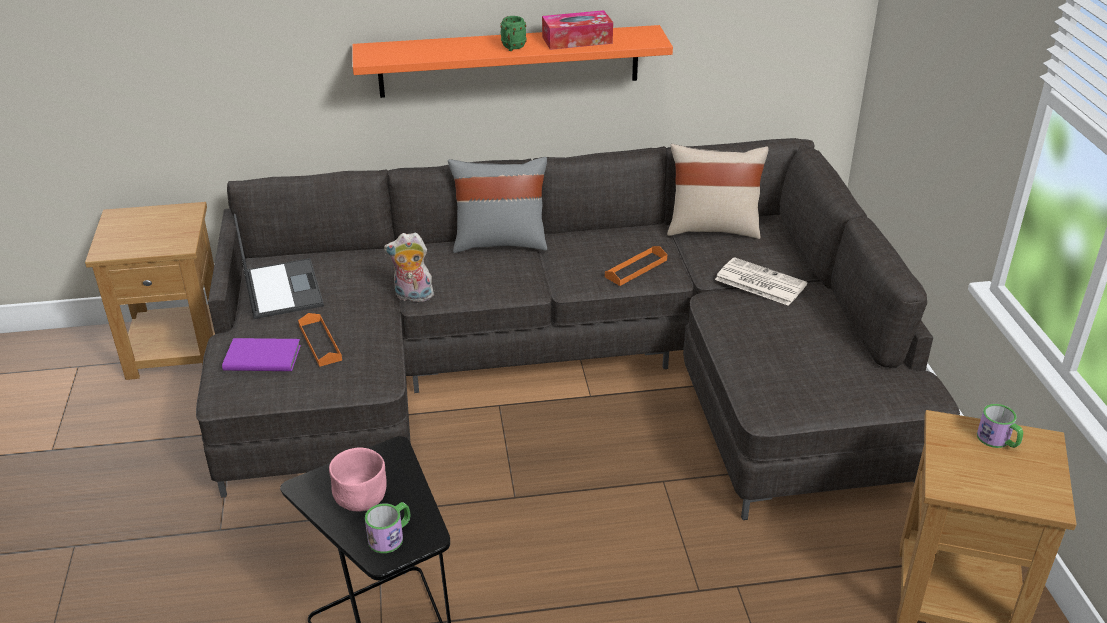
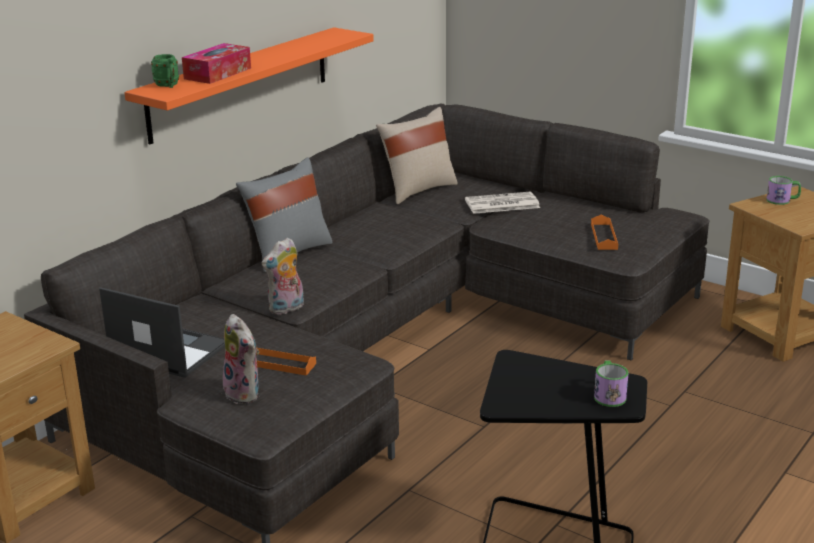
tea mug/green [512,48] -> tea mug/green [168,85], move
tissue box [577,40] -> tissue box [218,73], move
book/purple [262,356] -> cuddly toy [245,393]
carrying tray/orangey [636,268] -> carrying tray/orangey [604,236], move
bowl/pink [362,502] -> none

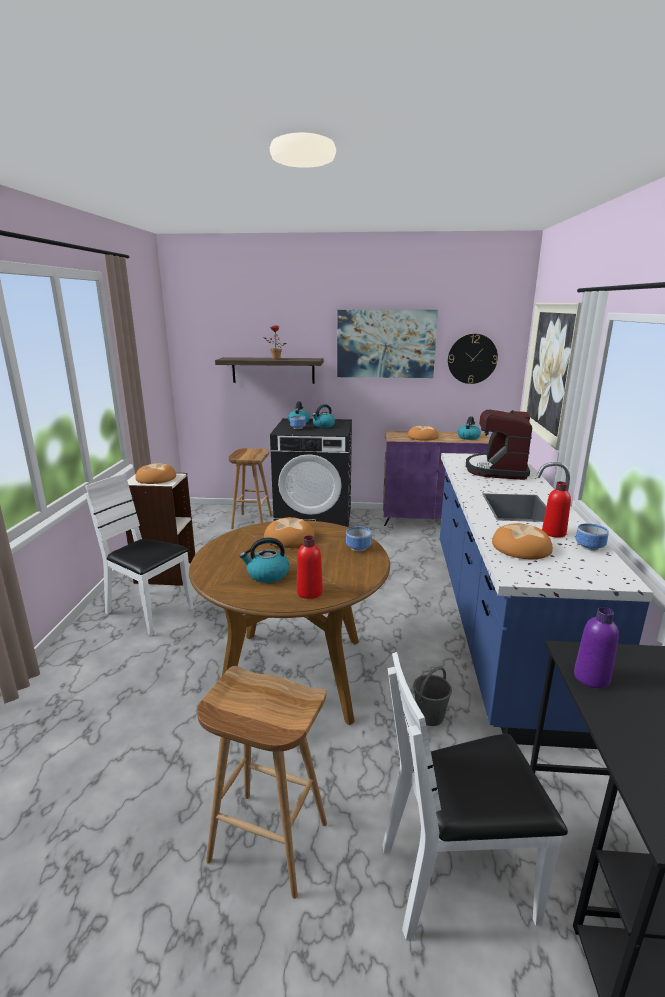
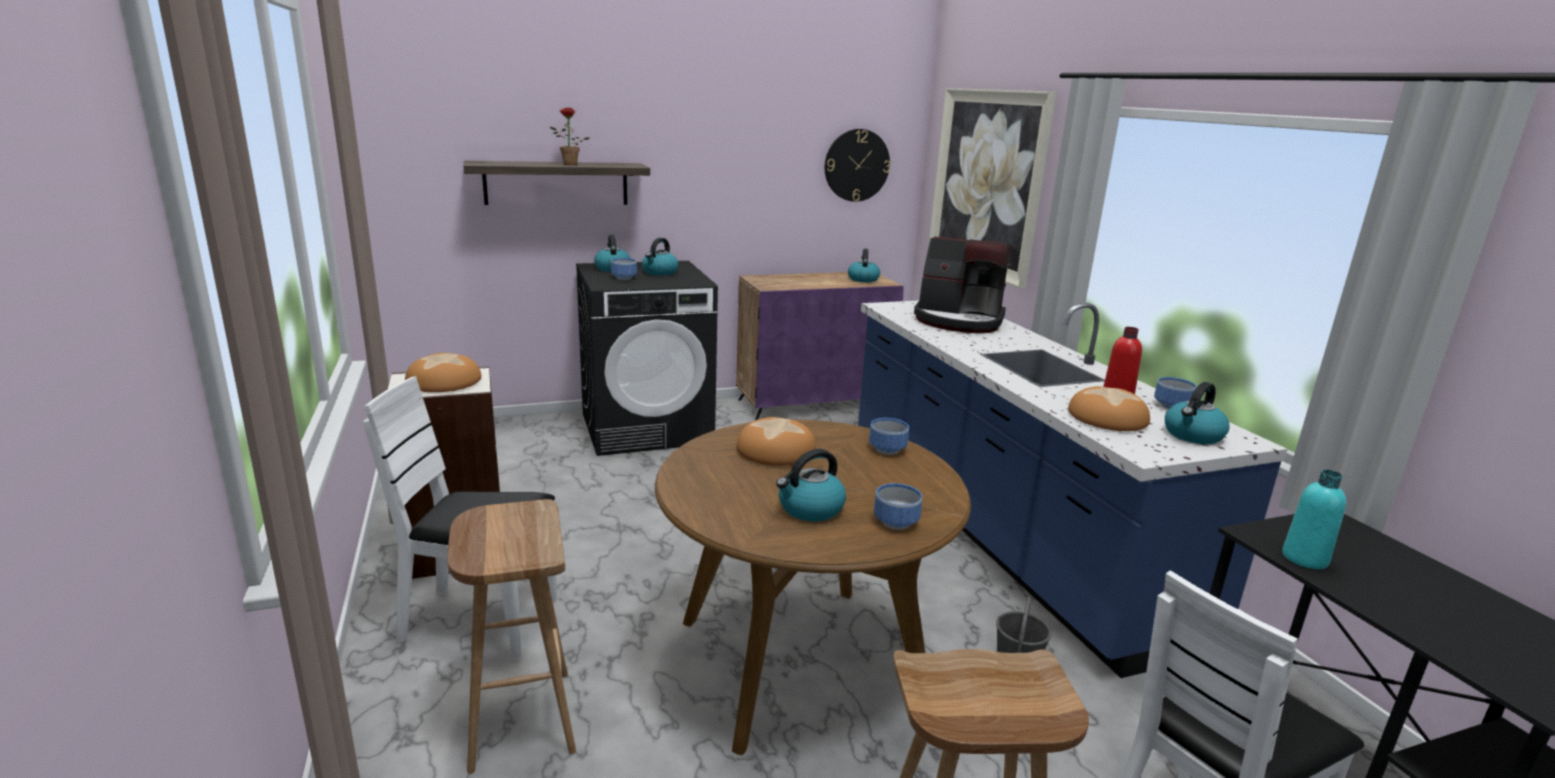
stool/brown [251,522] -> stool/brown [519,718], move
bottle/red [309,592] -> bowl [898,523]
coffee maker [497,470] -> coffee maker [959,321], 60 degrees counterclockwise
none -> water kettle [1193,435]
bottle/purple [591,677] -> bottle/blue-green [1304,558]
wall art [386,344] -> none
bread [422,437] -> none

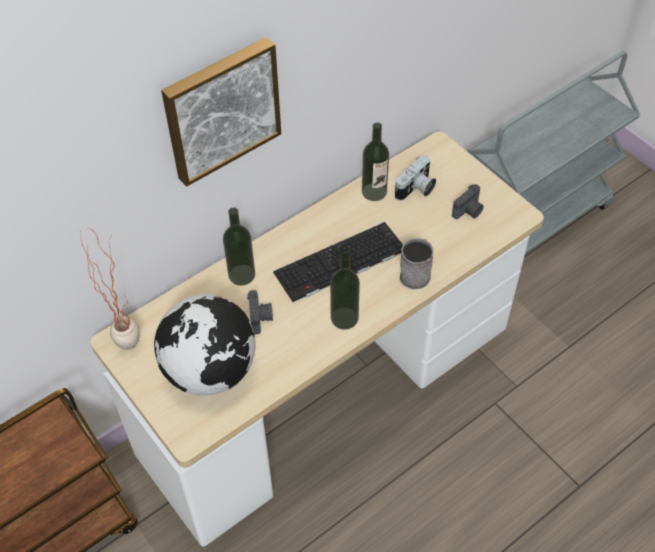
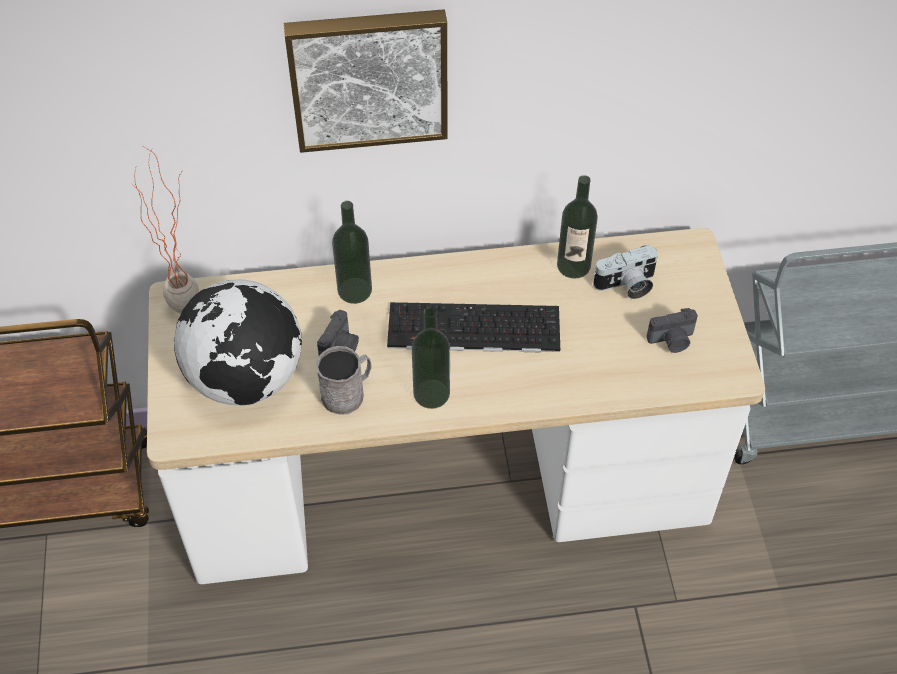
tea mug/greyish [416,273] -> tea mug/greyish [348,393], move

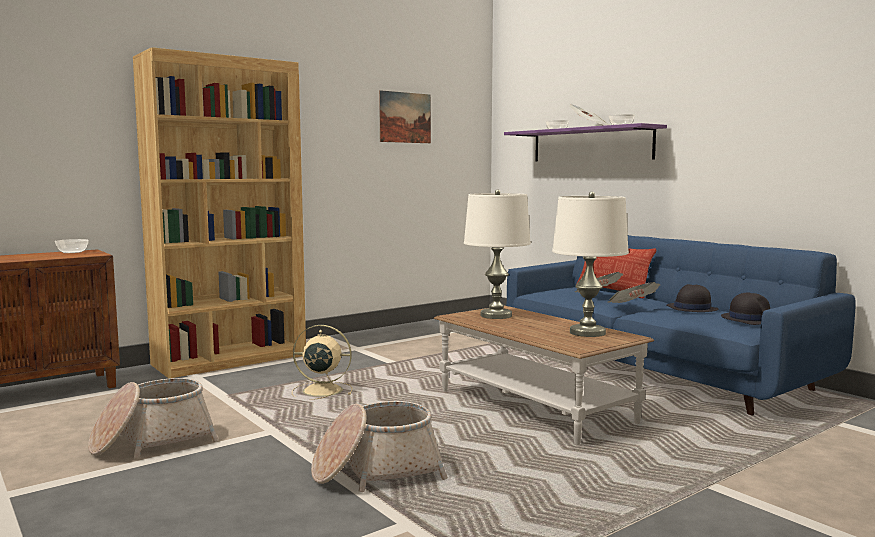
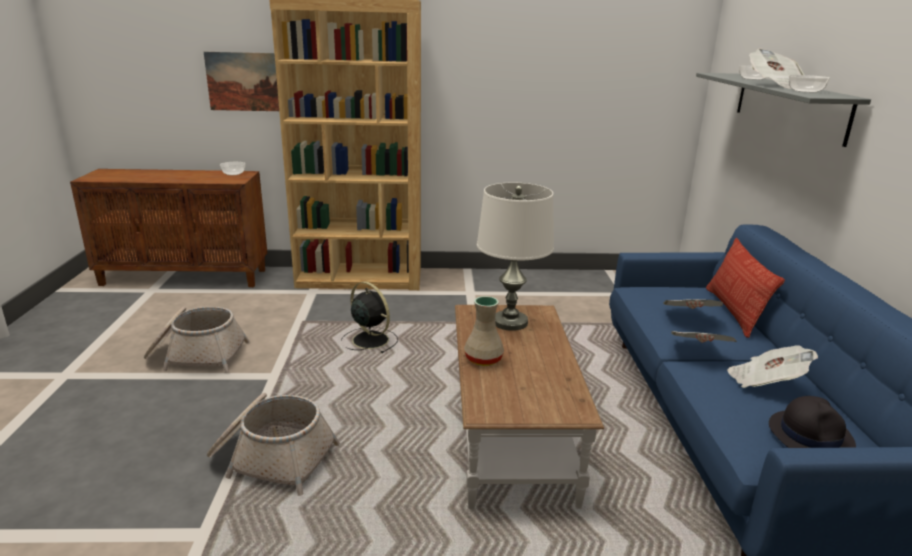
wall art [405,117] -> wall art [243,81], move
cooling fan/beige [320,390] -> cooling fan/blackish [369,339]
none -> decorative vase/beige [484,359]
wall shelf/purple [590,145] -> wall shelf/greyish [788,105]
wearable hat/blackish [691,308] -> printed paper [765,382]
tabletop lamp/white [587,333] -> none

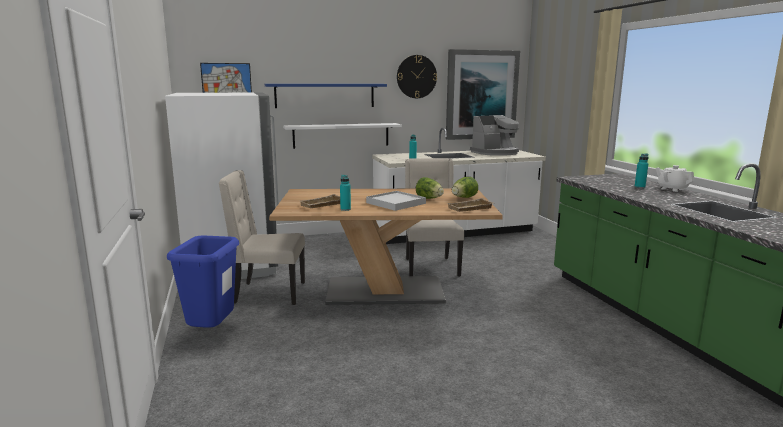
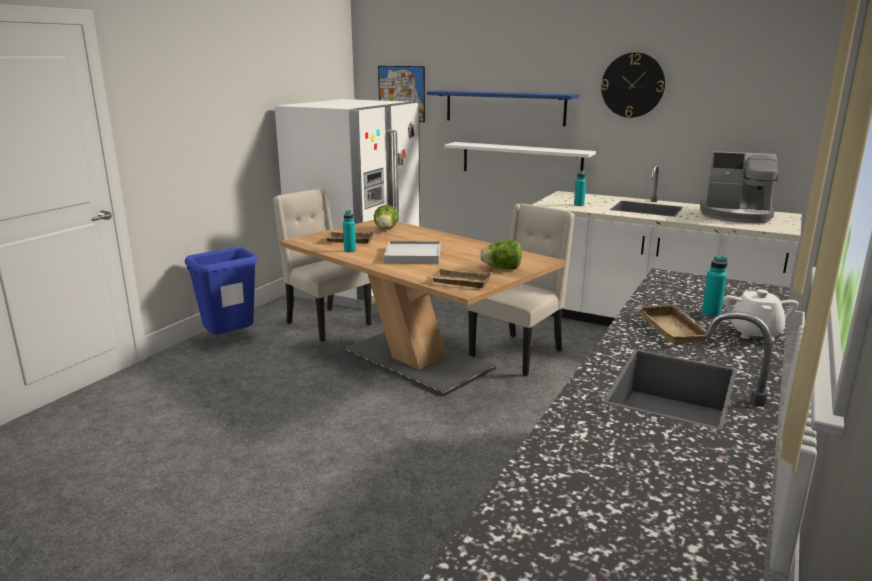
lettuce [429,199] -> lettuce [385,230], move
none -> carrying tray/beige [675,330]
wall art [481,95] -> none

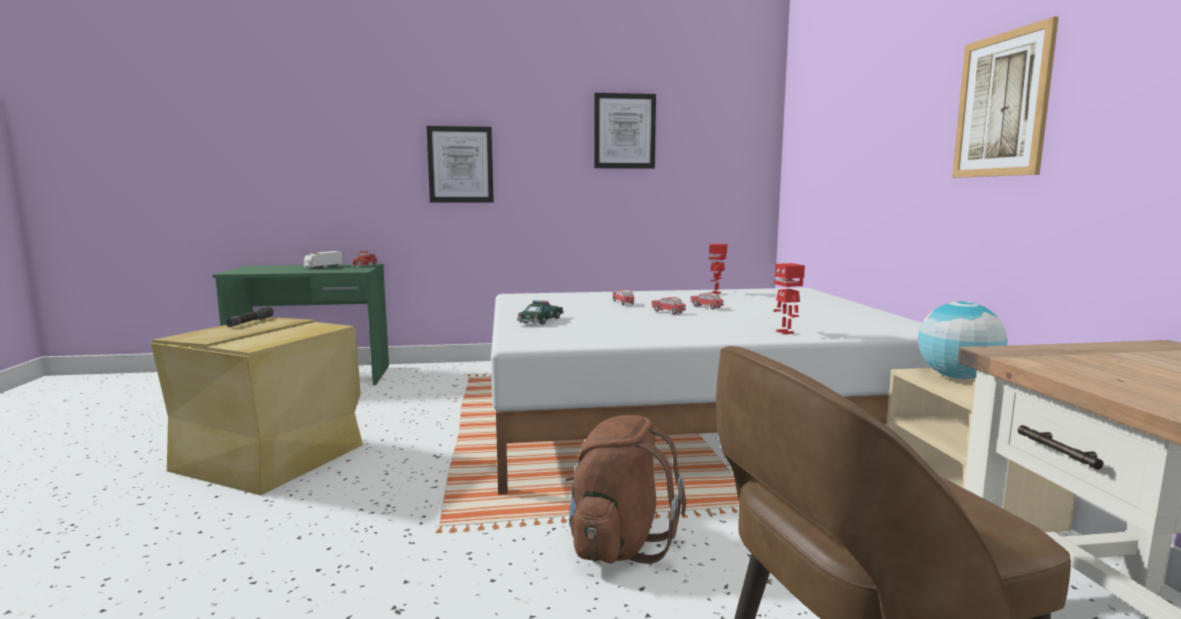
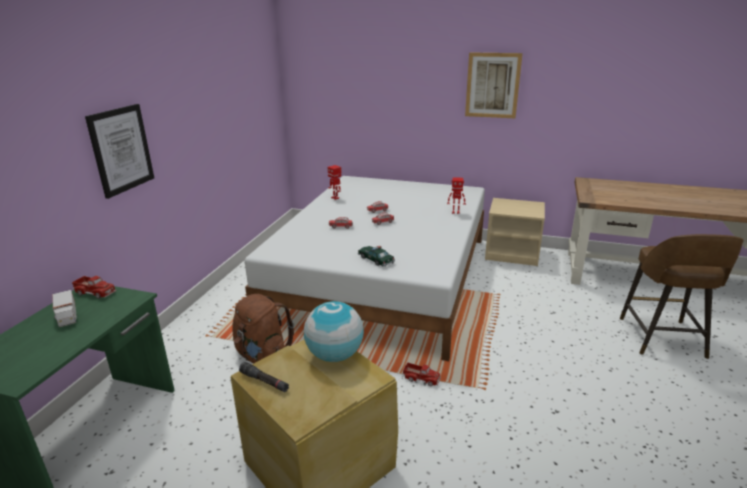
backpack/brown [618,544] -> backpack/brown [262,355], move
world globe [957,377] -> world globe [335,355], move
none -> toy truck [421,378]
wall art [624,131] -> none

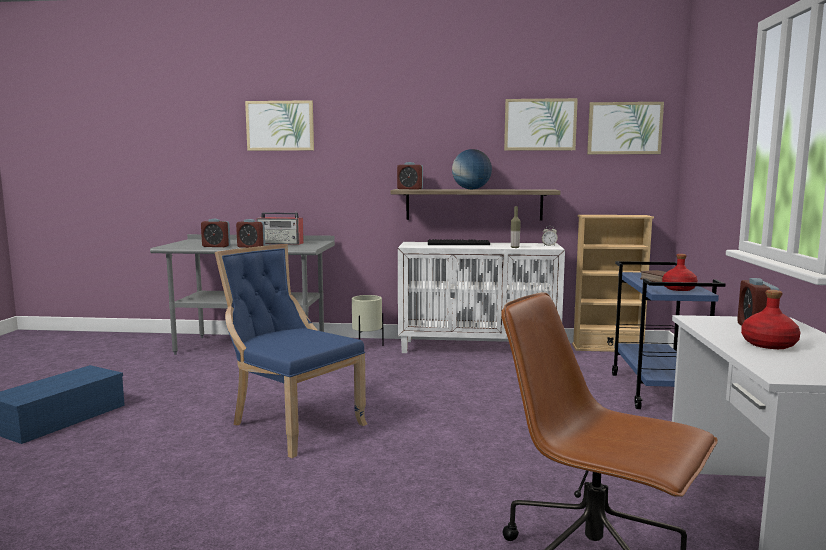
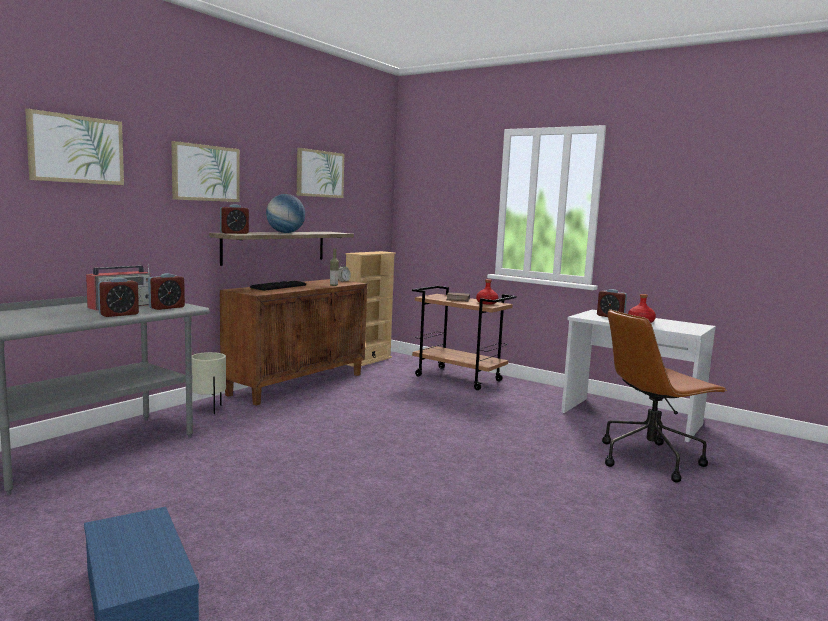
bedside clock [216,246] -> bedside clock [167,307], move
wall art [624,128] -> wall art [205,173], move
cupboard/white [479,348] -> cupboard/brown [297,384]
cart/bluish [657,392] -> cart/brown [459,378]
upright chair/bluish [292,425] -> none

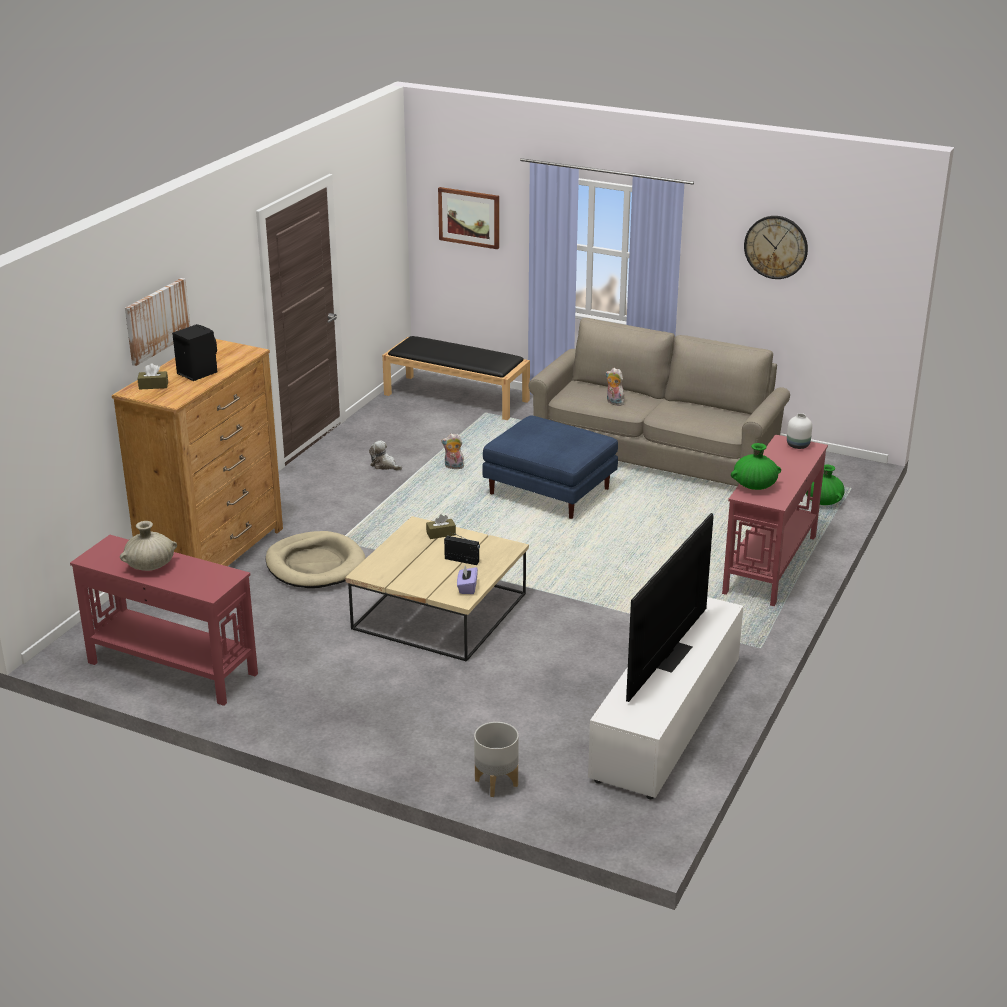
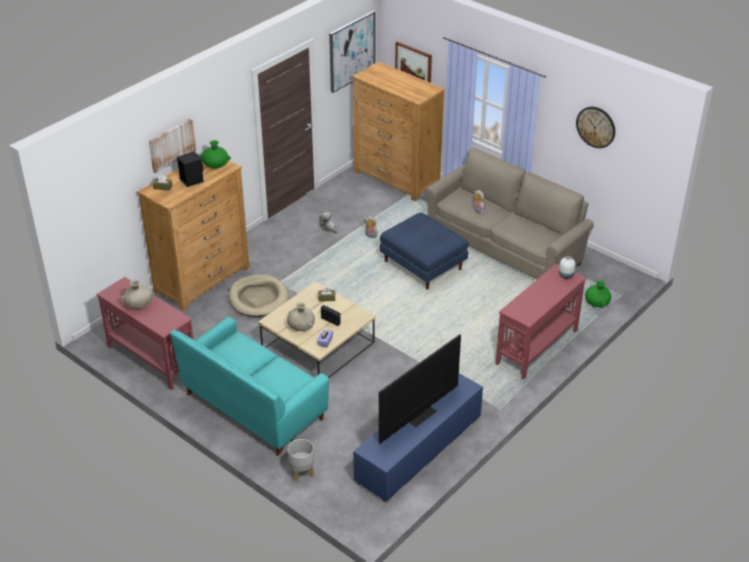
none -> couch/blue-green [254,406]
decorative vase/green [754,486] -> decorative vase/green [215,165], move
none -> decorative vase/beige [301,326]
none -> wall art [351,51]
bench/blackish [457,397] -> chest of drawers/brown [396,178]
media console/white [667,720] -> media console/bluish [418,449]

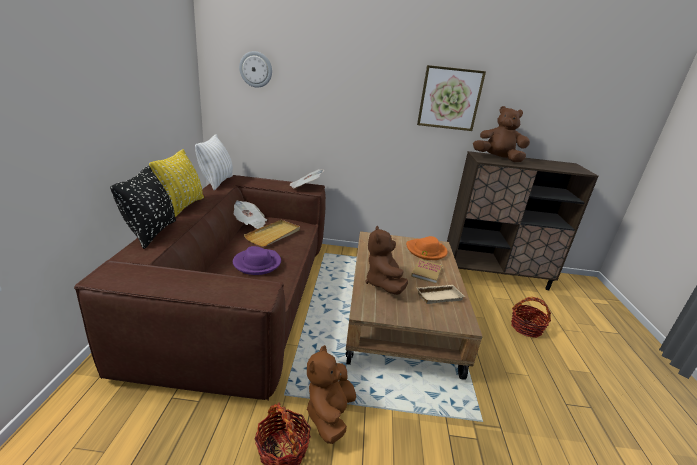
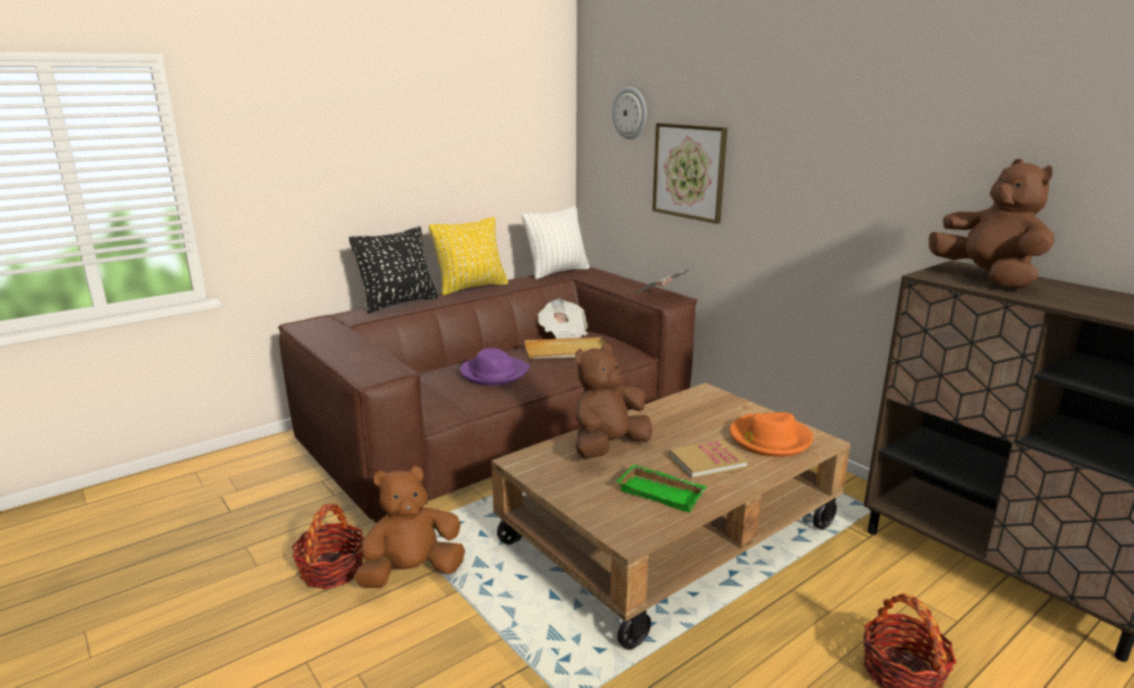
carrying tray/beige [439,296] -> carrying tray/green [662,492]
wall art [449,98] -> wall art [689,171], move

